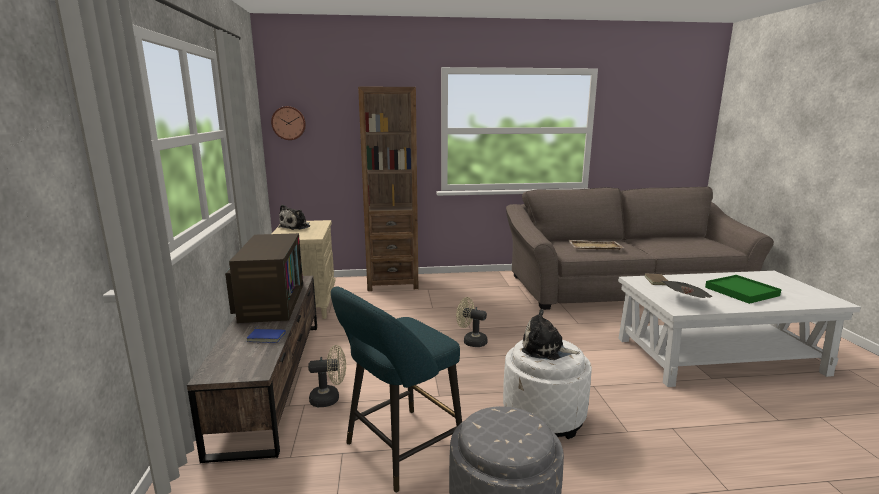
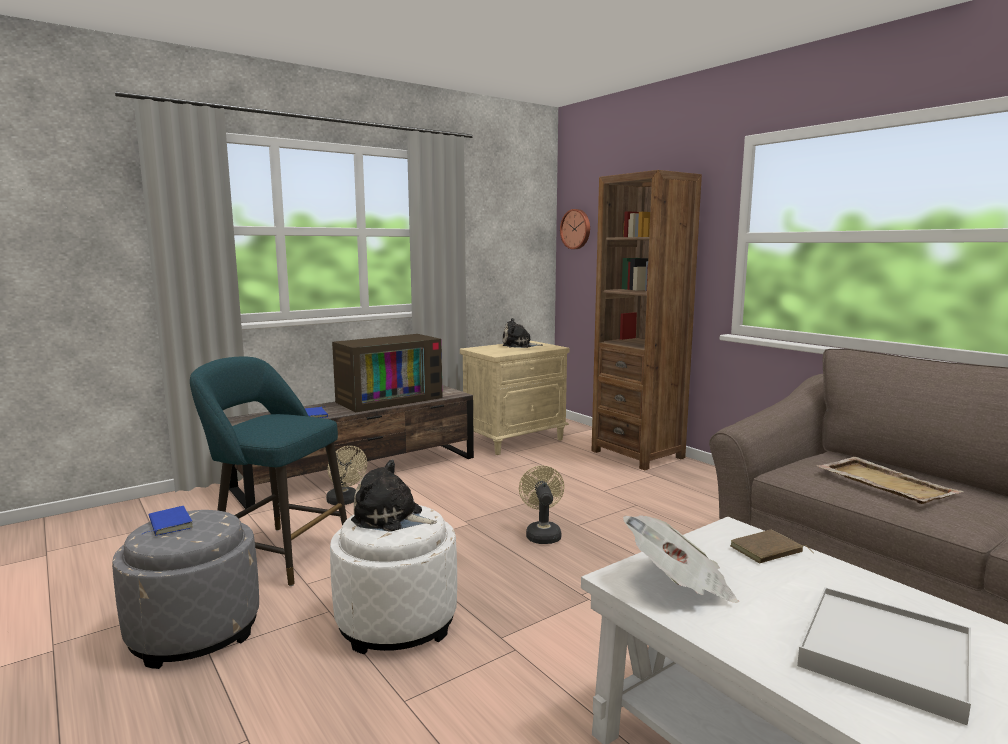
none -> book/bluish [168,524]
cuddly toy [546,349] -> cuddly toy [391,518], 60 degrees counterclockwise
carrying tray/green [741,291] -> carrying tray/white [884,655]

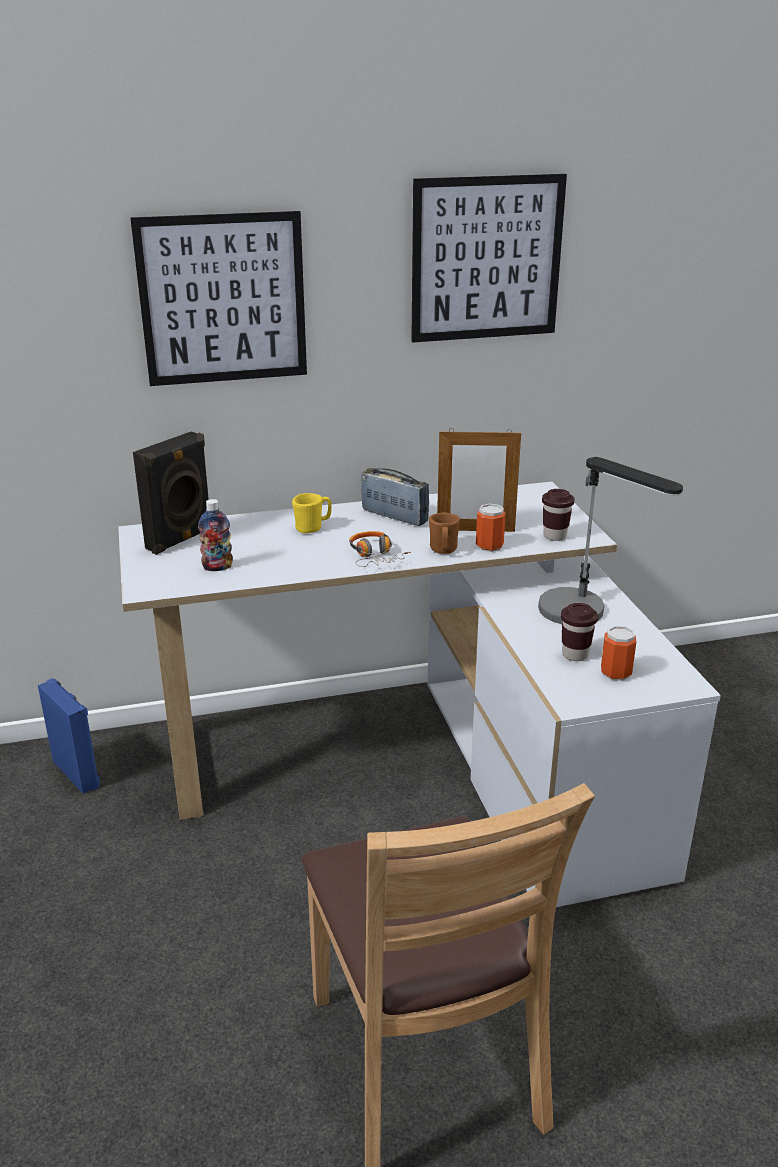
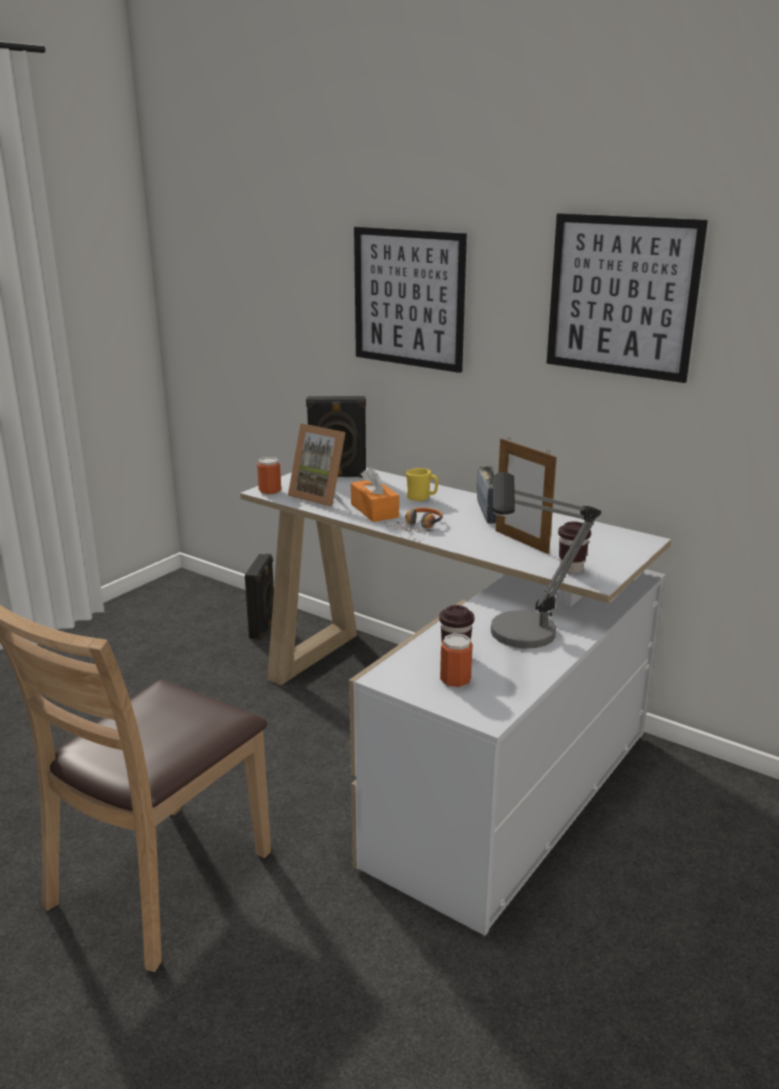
speaker/bluish [77,773] -> speaker/blackish [264,627]
metal can [489,546] -> metal can [270,491], move
bottle [217,567] -> photo frame [321,496]
none -> tissue box/orangey [374,510]
tea mug/brown [443,551] -> none

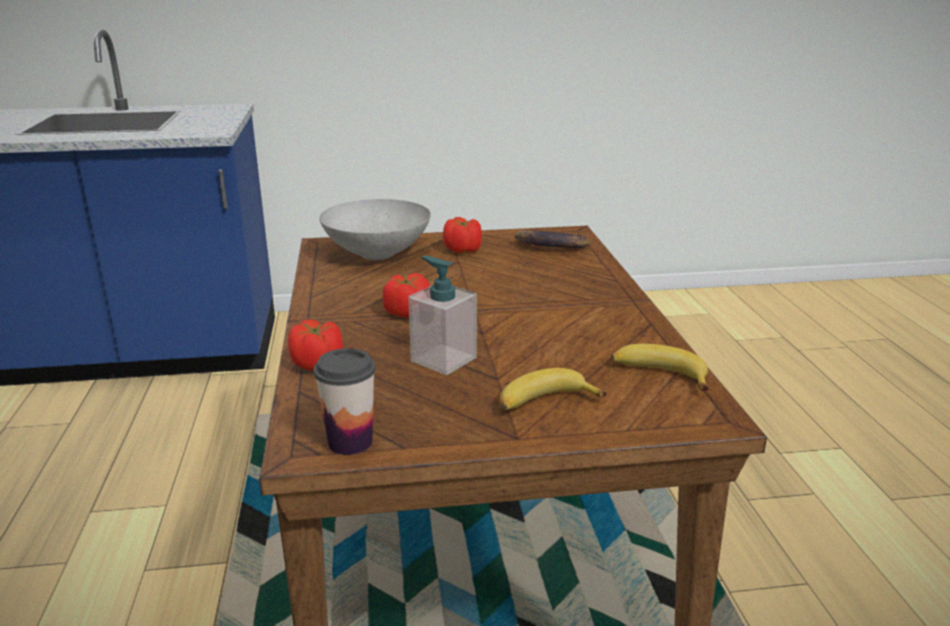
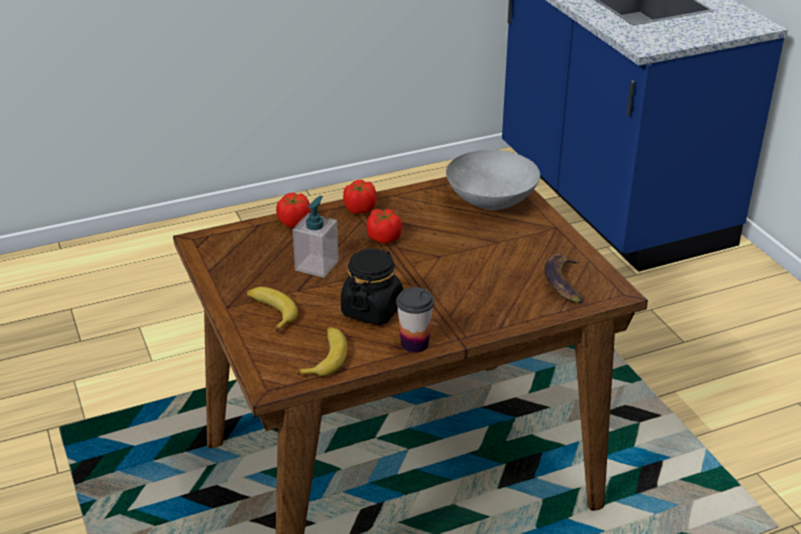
none -> jar/blackish [372,309]
whole tomato [463,250] -> whole tomato [360,209], move
cup [350,442] -> cup [414,344], move

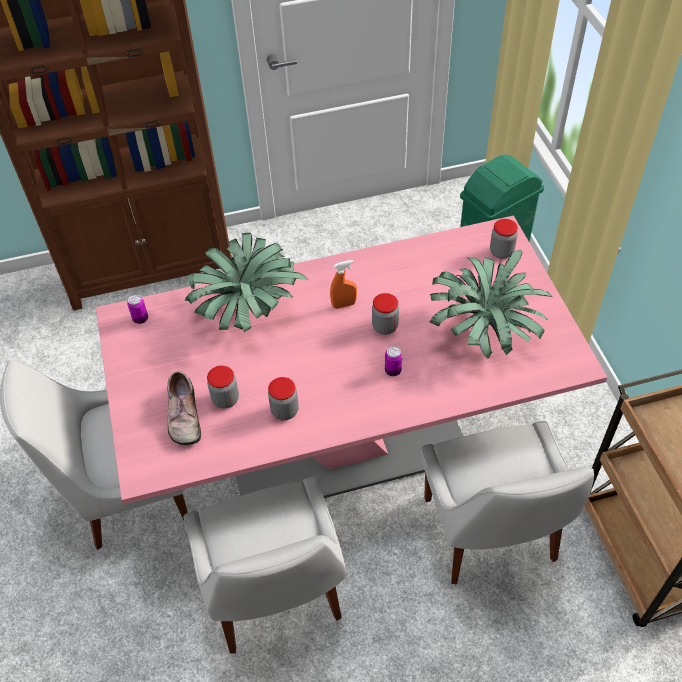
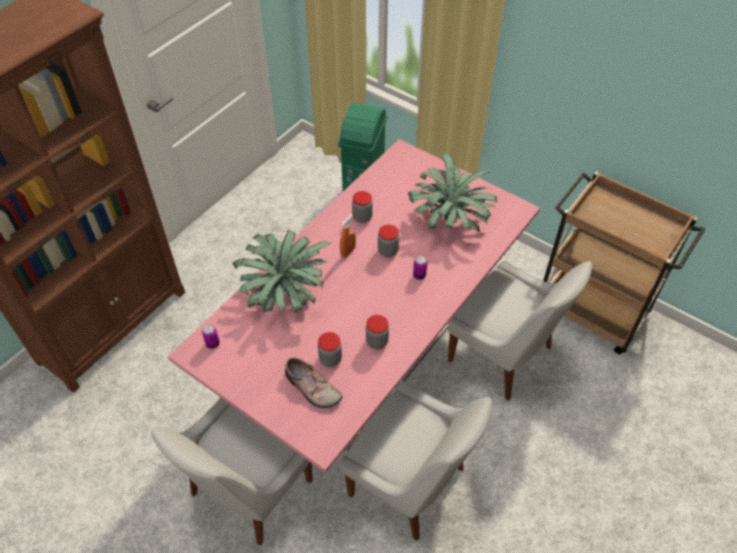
jar [501,252] -> jar [362,217], move

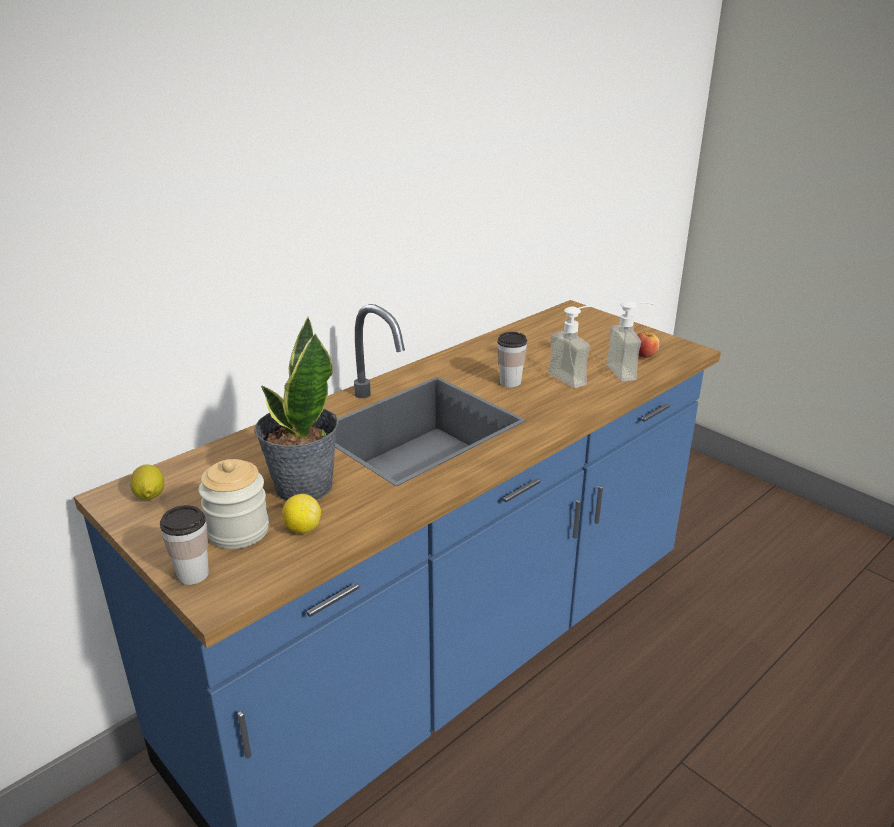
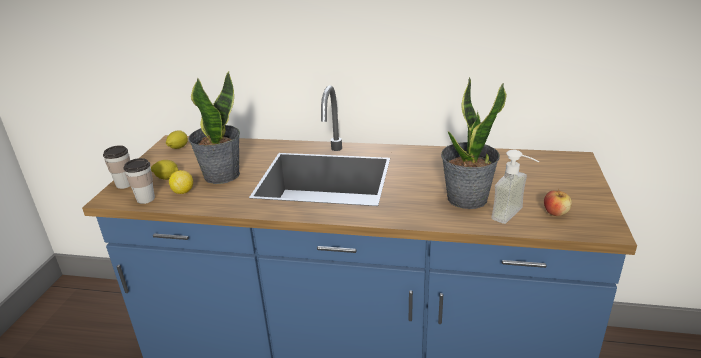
cup [510,382] -> cup [146,199], move
jar [238,531] -> whole lemon [167,178]
soap dispenser [573,377] -> potted plant [466,199]

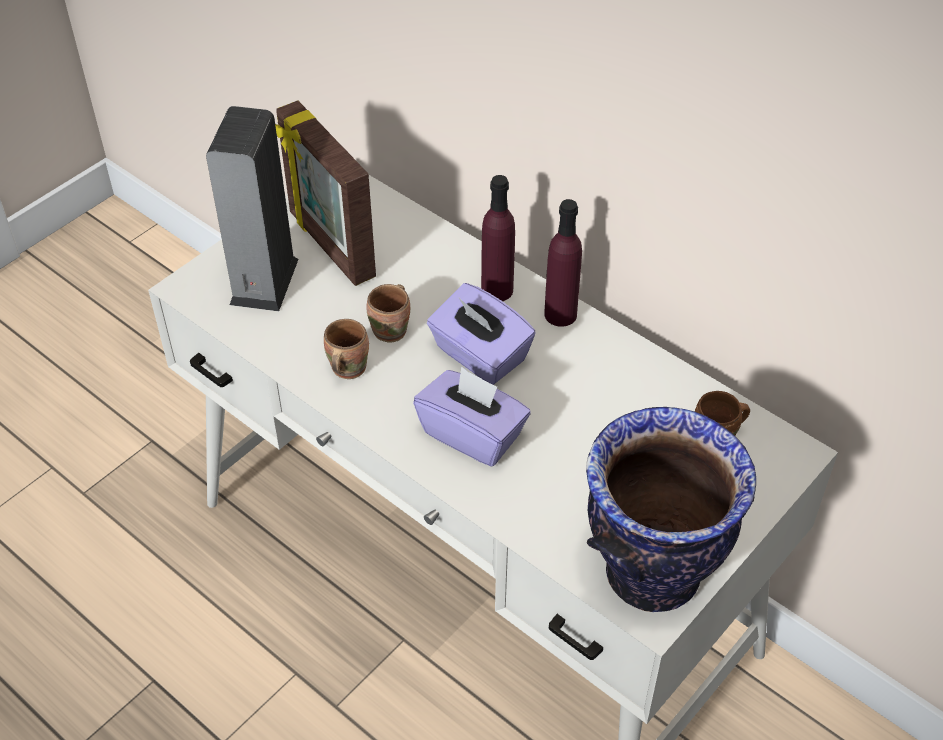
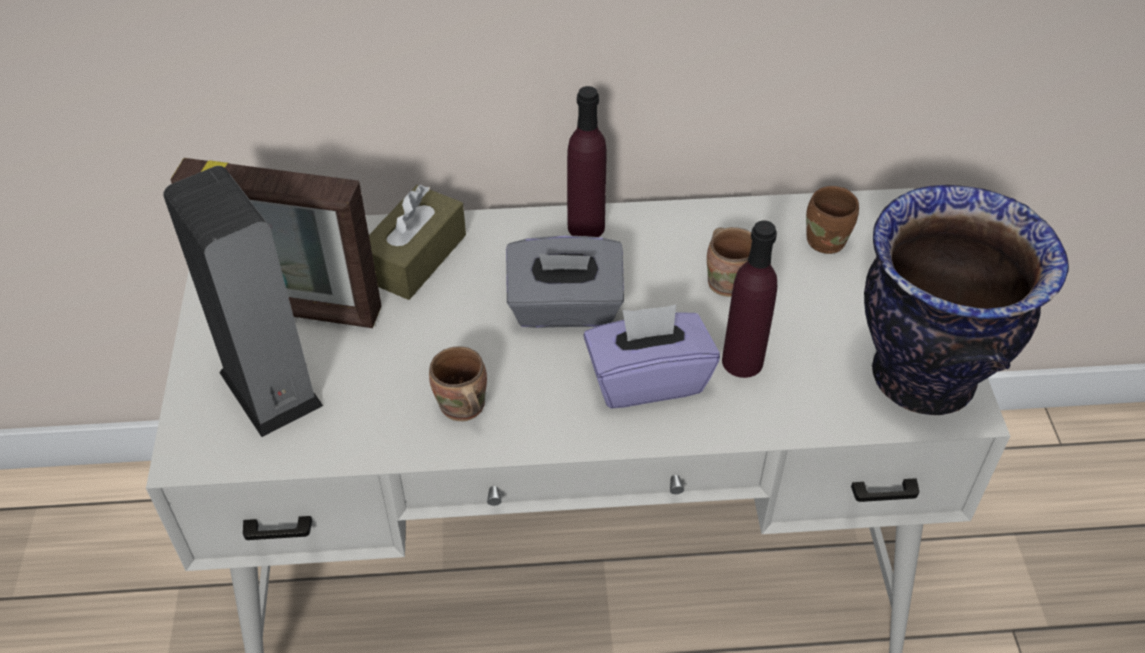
none -> tissue box/brown [415,257]
tissue box/purple [479,355] -> tissue box/greyish [565,309]
tea mug/brown [393,330] -> tea mug/brown [729,281], move
bottle/purple [497,290] -> bottle/purple [742,361], move

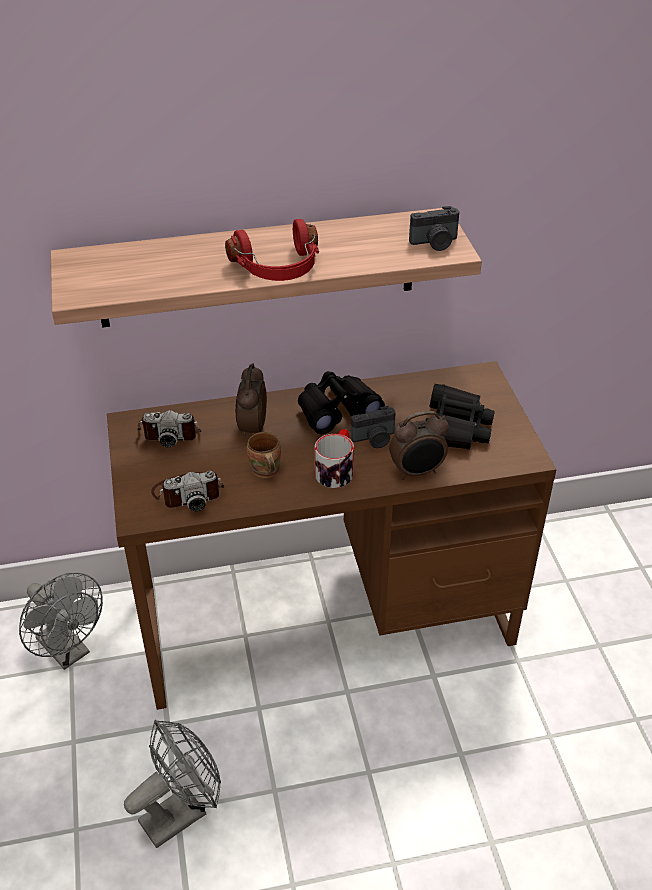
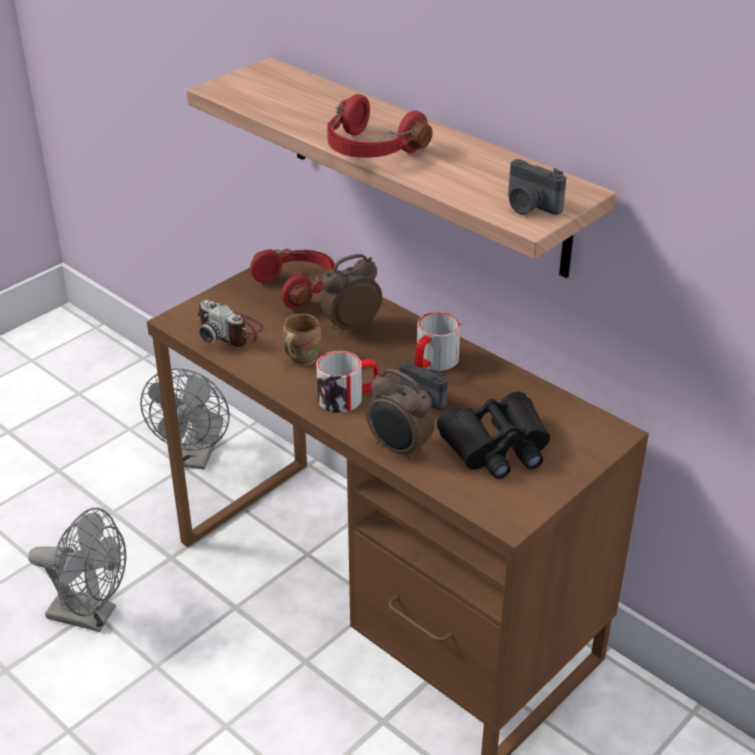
photo camera [170,431] -> pair of headphones/red [298,287]
field glasses/blackish [337,410] -> tea mug [433,362]

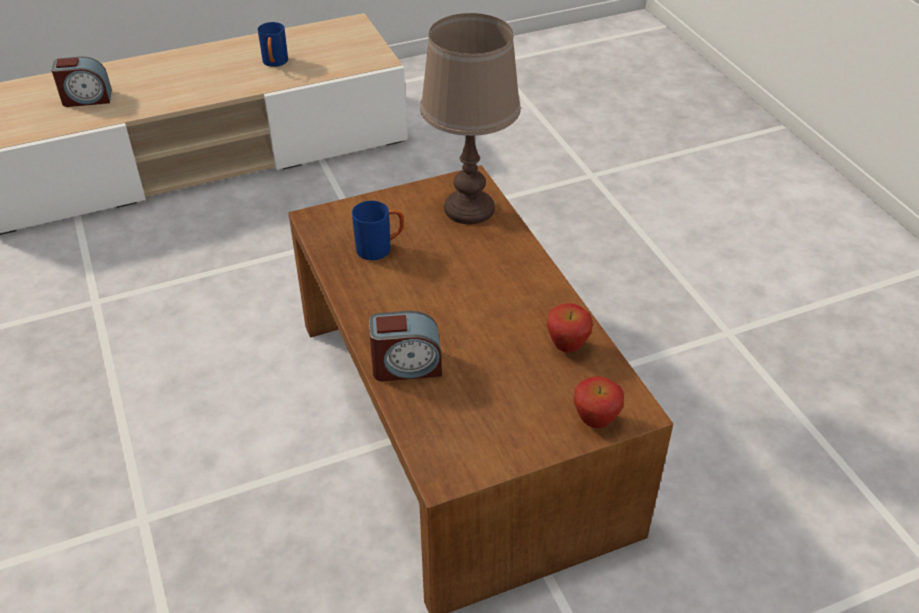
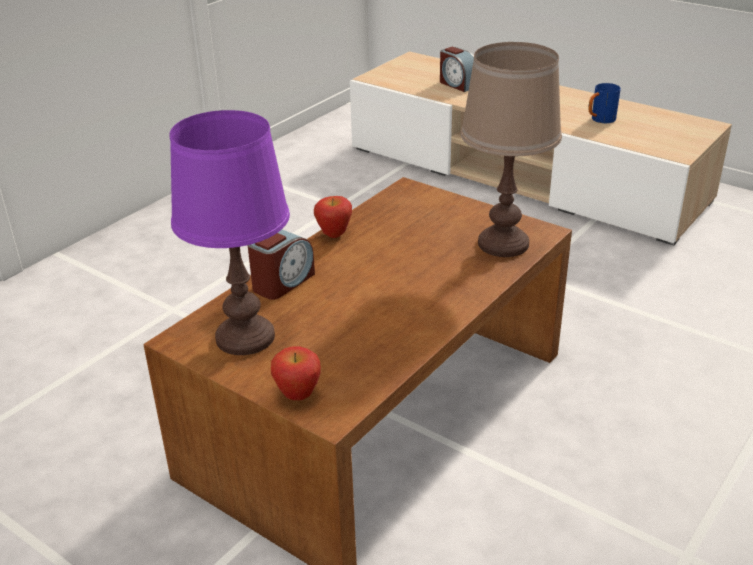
none -> tabletop lamp/purple [244,337]
bedside clock [406,366] -> bedside clock [283,282], 105 degrees counterclockwise
apple [567,347] -> apple [334,234], move
tea mug/bluish [380,248] -> none

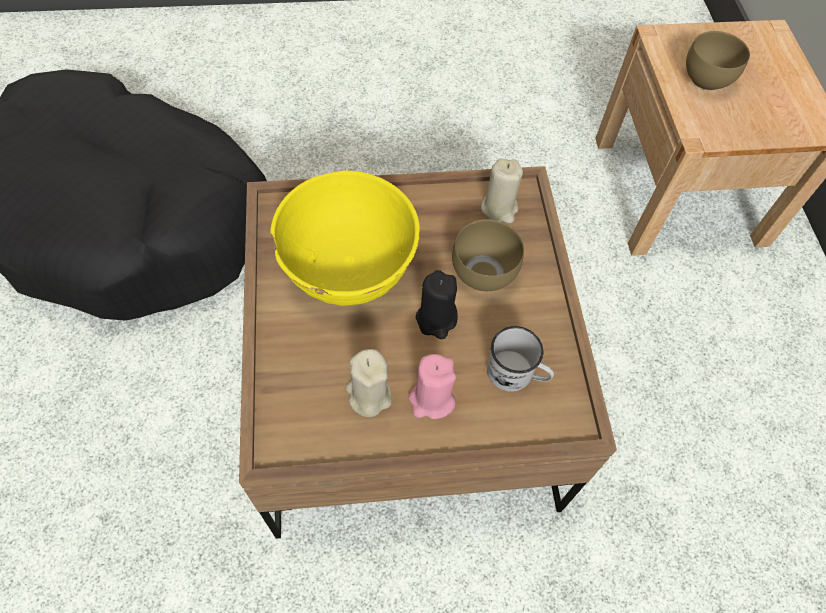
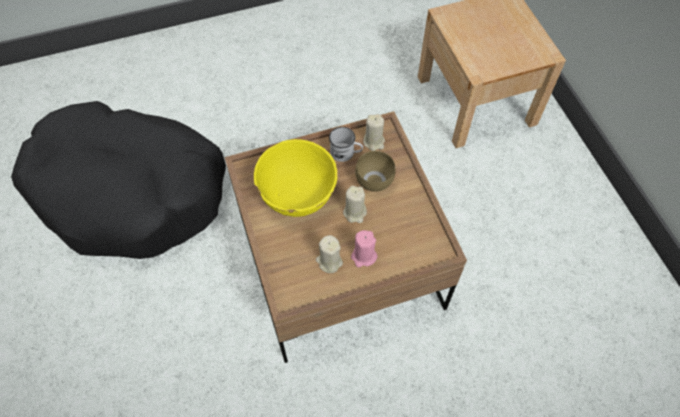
tea mug/white [516,374] -> tea mug/white [346,153], move
wax candle/blackish [436,319] -> wax candle/beige [355,212]
bowl/brown [705,81] -> none

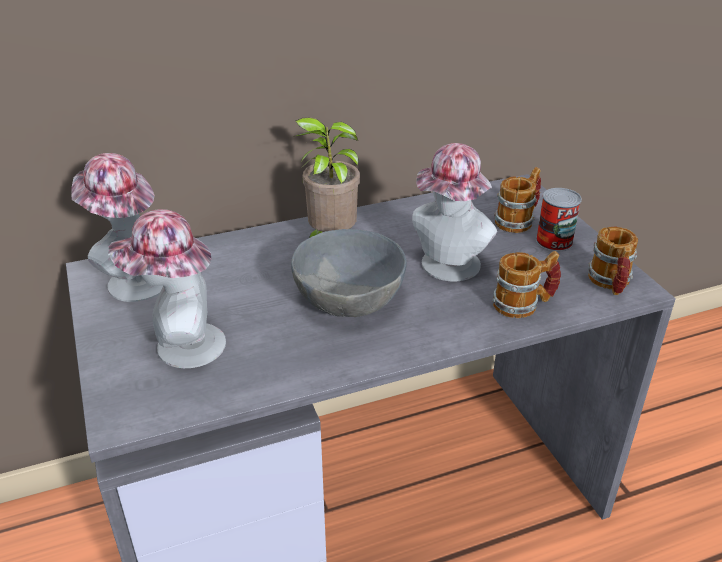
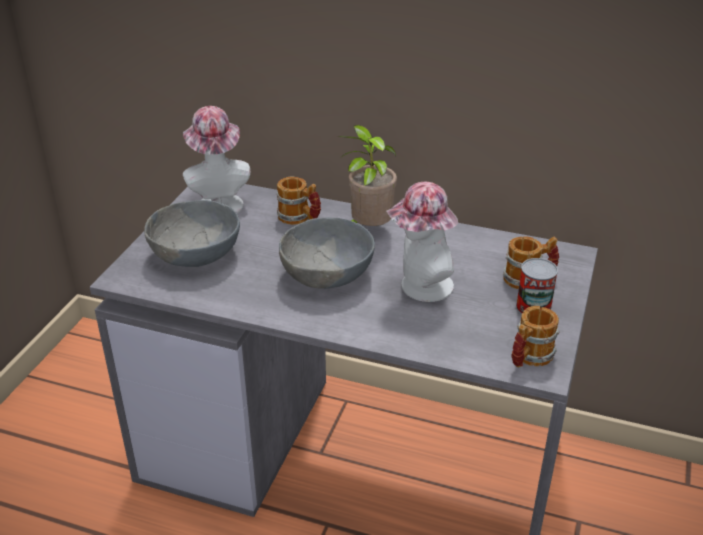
wearable hat [181,346] -> bowl/greyish [196,254]
tea mug [524,304] -> tea mug [299,218], move

